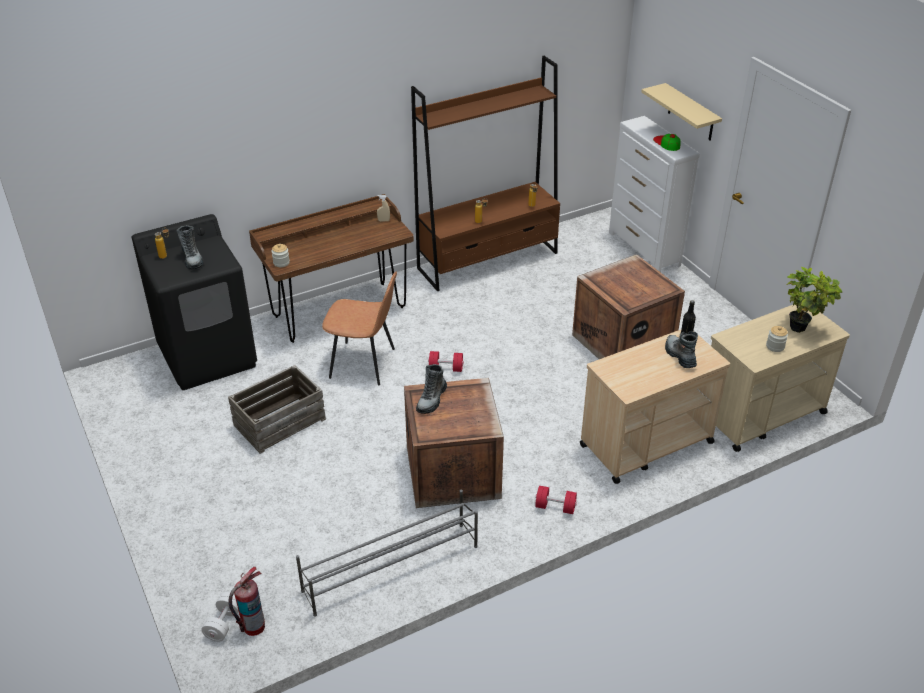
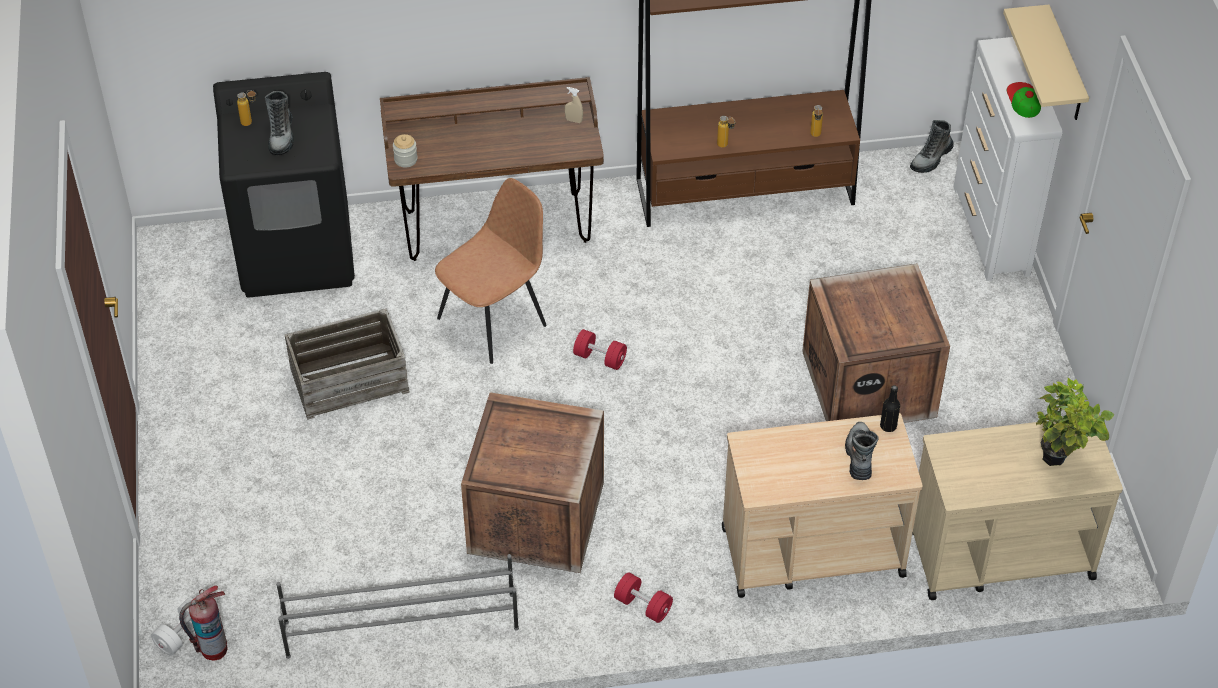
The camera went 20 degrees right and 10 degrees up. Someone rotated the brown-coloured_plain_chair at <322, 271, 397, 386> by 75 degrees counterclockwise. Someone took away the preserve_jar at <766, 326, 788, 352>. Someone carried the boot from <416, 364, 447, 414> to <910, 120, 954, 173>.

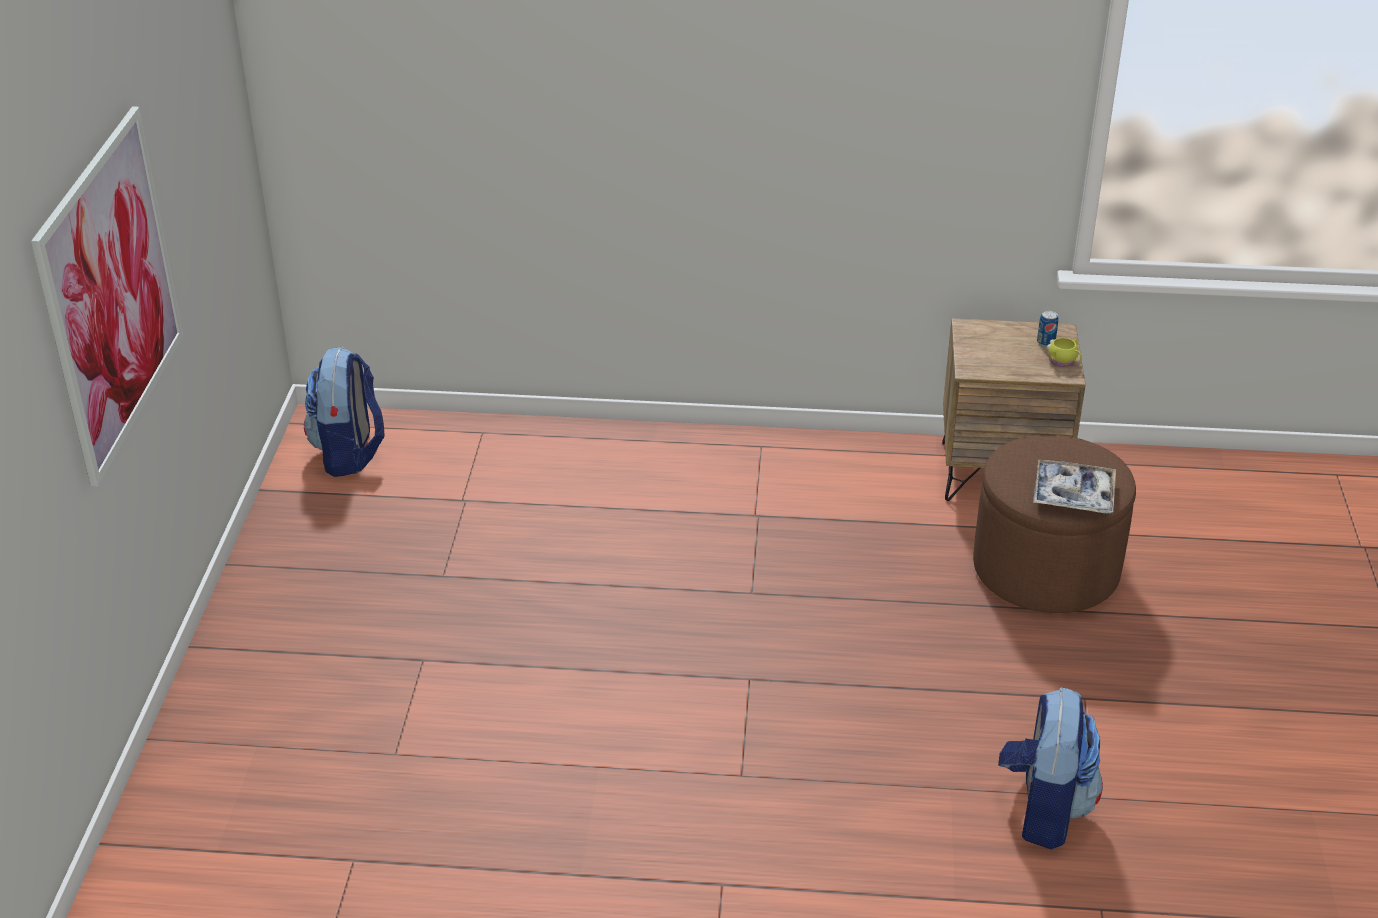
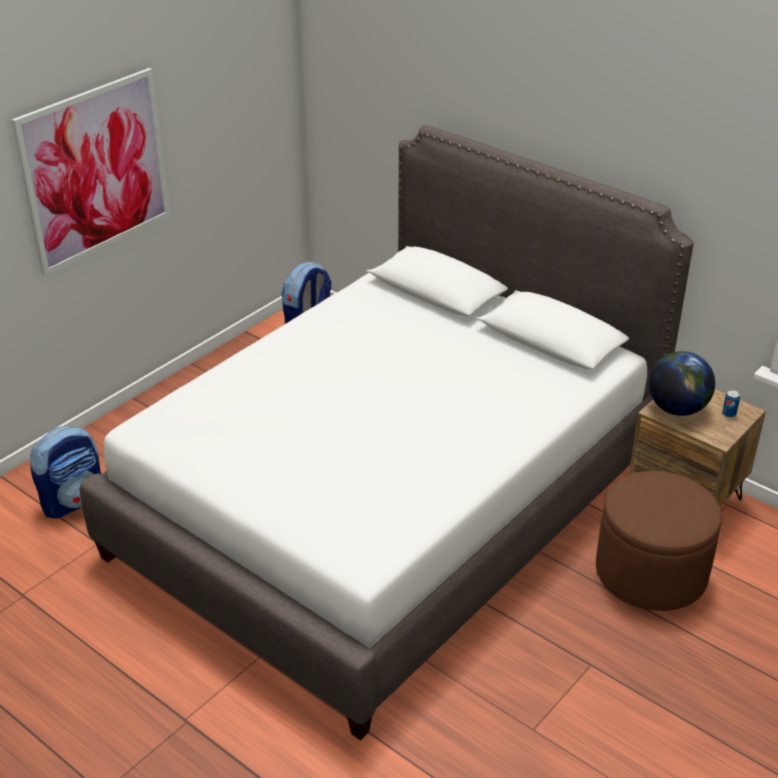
The camera went 35 degrees right and 0 degrees up. Someone took away the yellowish_coffee_mug at <1047, 338, 1082, 367>. Someone took away the serving_tray at <1033, 460, 1116, 513>. Someone carried the backpack from <998, 687, 1103, 850> to <30, 426, 101, 519>. Someone put down the white_bedroom_bed at <80, 125, 694, 740>. Someone put down the globe at <649, 351, 715, 416>.

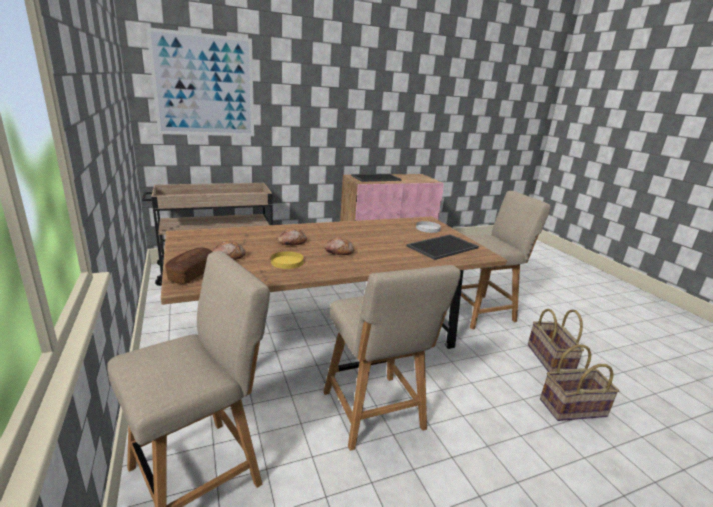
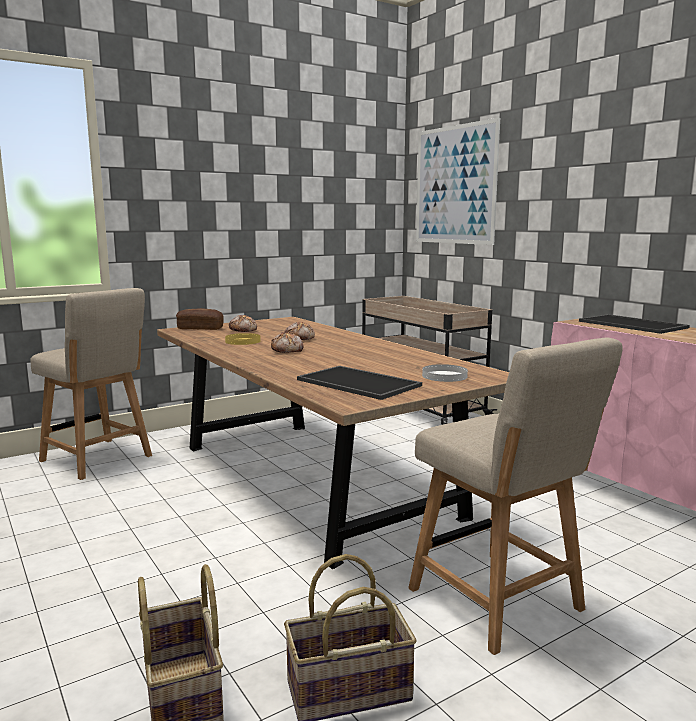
The camera went 80 degrees right and 10 degrees down. Someone took away the sand-coloured_plain_chair at <323, 265, 461, 451>.

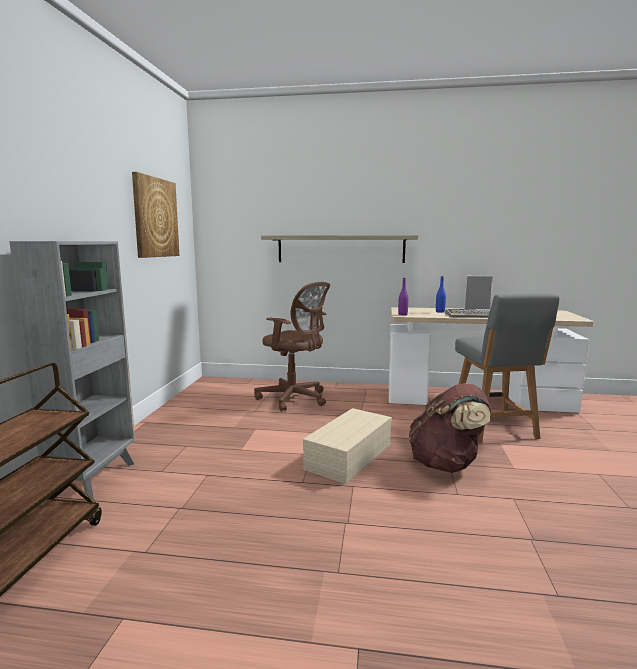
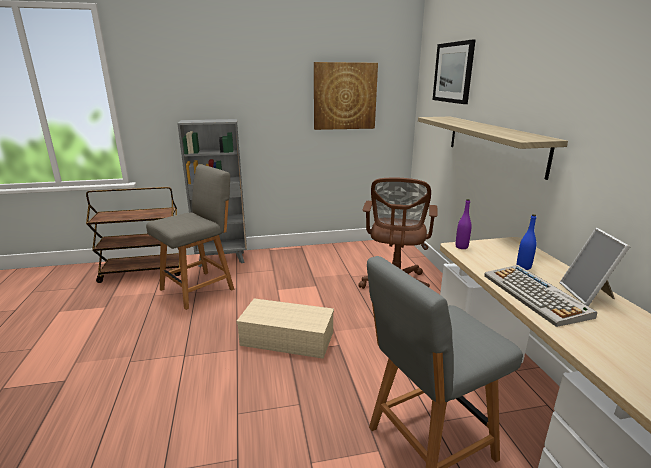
The camera went 70 degrees right and 10 degrees up. Someone took away the brown-coloured_backpack at <409, 383, 492, 473>. Someone put up the wall_picture at <433, 40, 475, 104>. Someone put down the gray_plain_chair at <146, 165, 234, 310>.

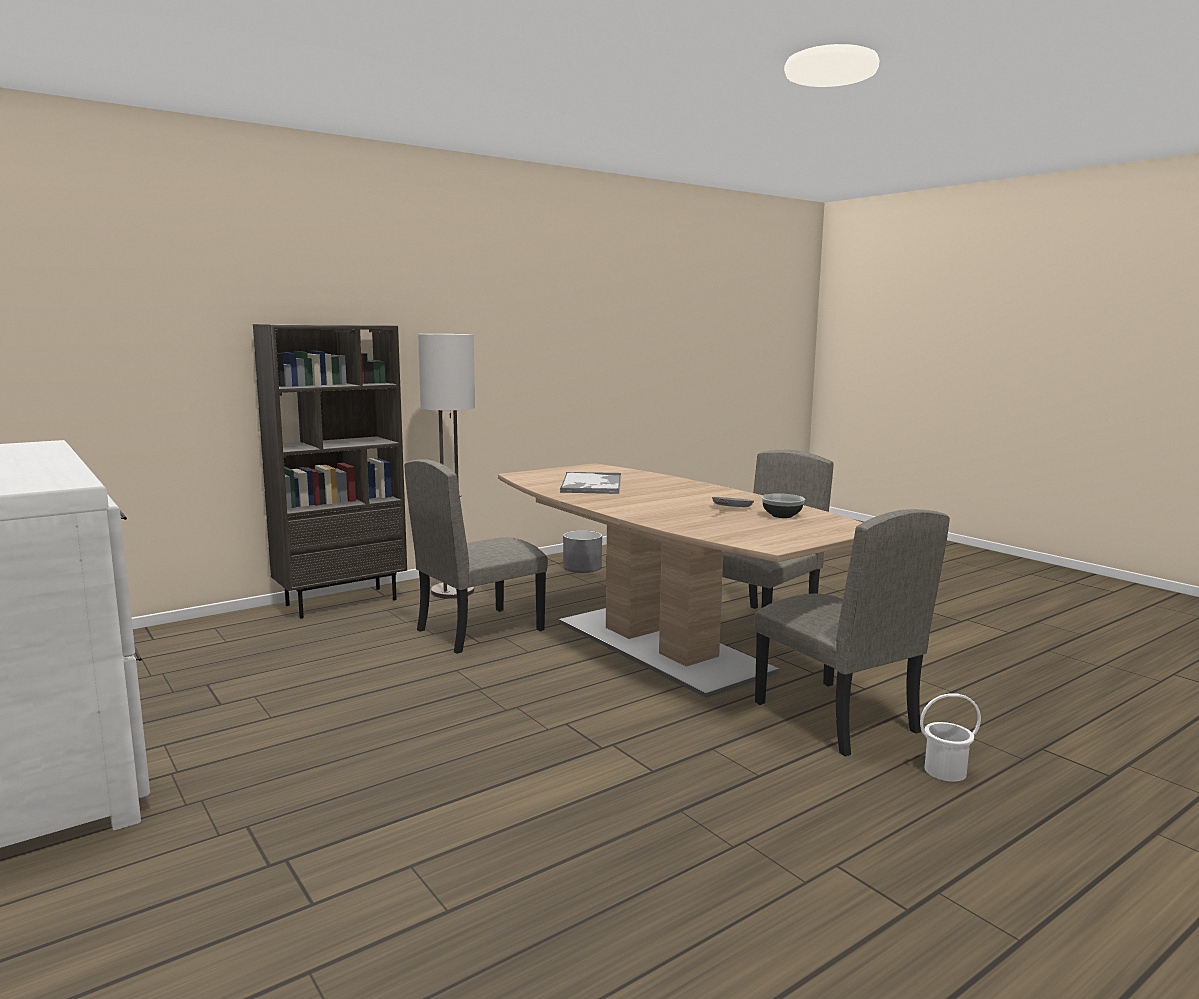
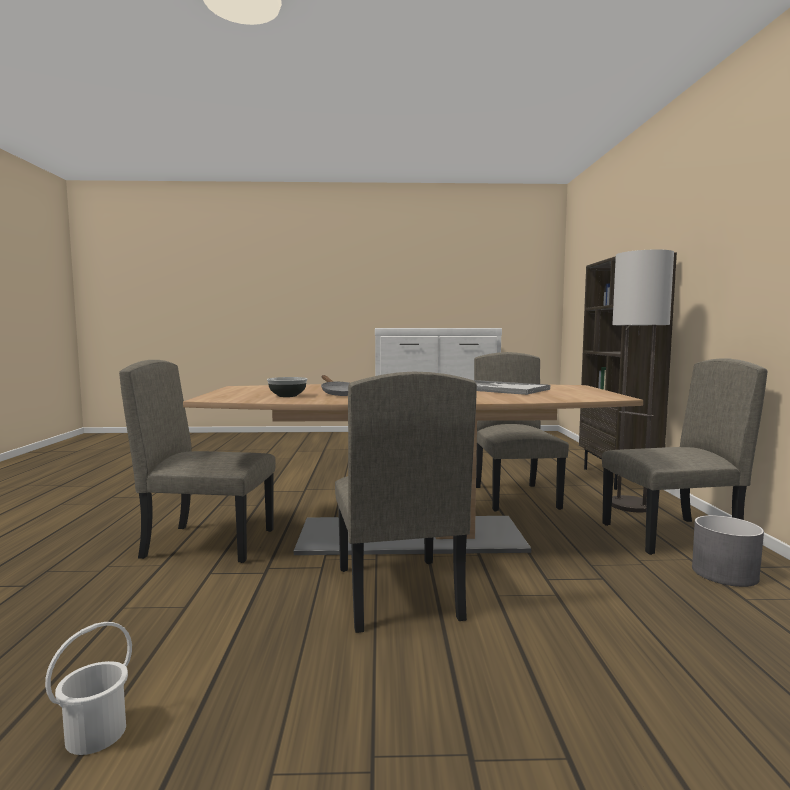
The camera went 125 degrees right and 5 degrees down. Someone carried the white_water_bucket from <920, 694, 981, 782> to <45, 622, 132, 755>. Someone put down the sand-coloured_plain_chair at <602, 358, 767, 555>.

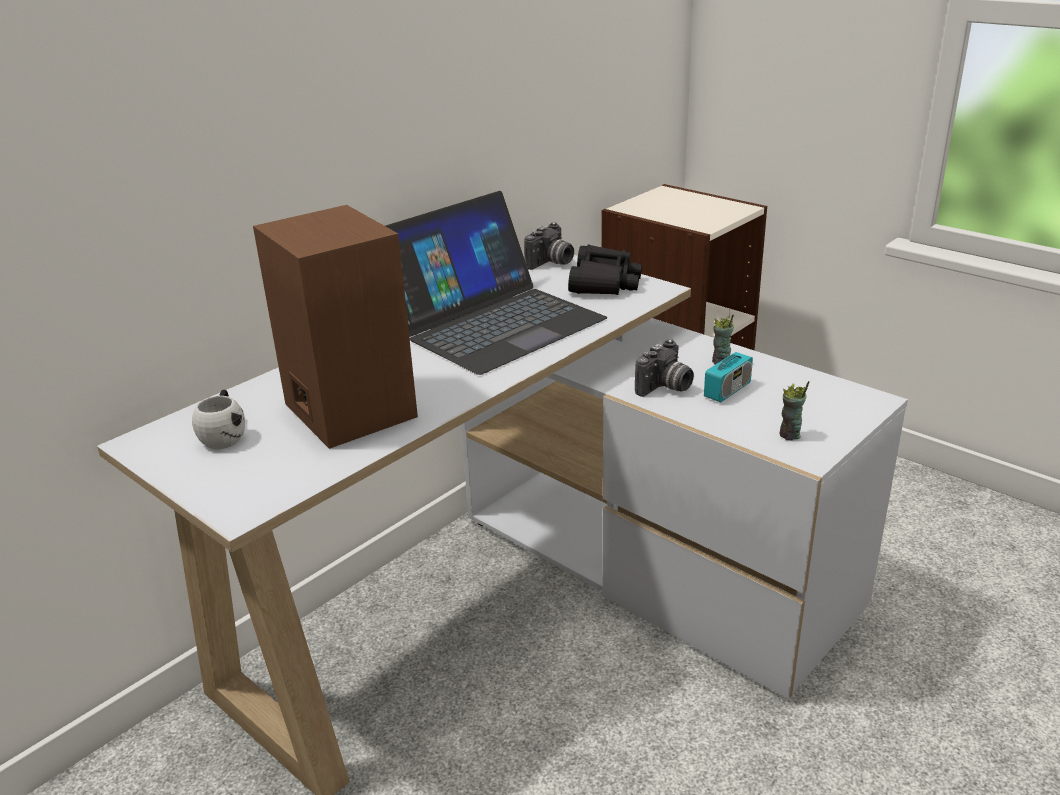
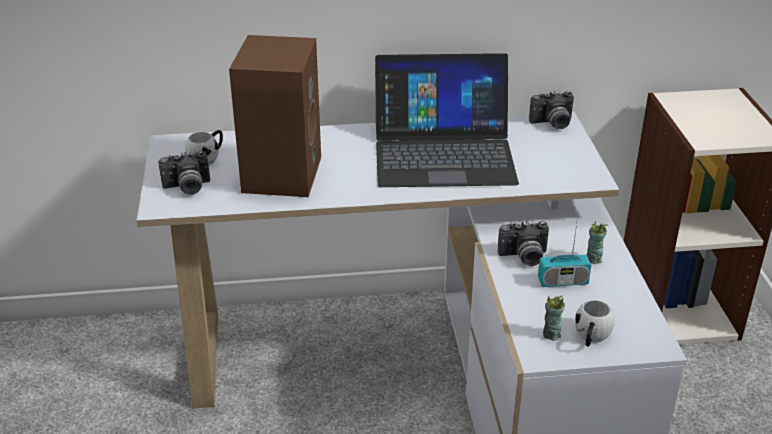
The camera went 40 degrees right and 5 degrees up. Someone took away the black-coloured_pair_of_binoculars at <568, 244, 642, 295>. Someone put down the still_camera at <158, 151, 210, 195>. Someone put down the white_coffee_mug at <575, 300, 615, 346>.

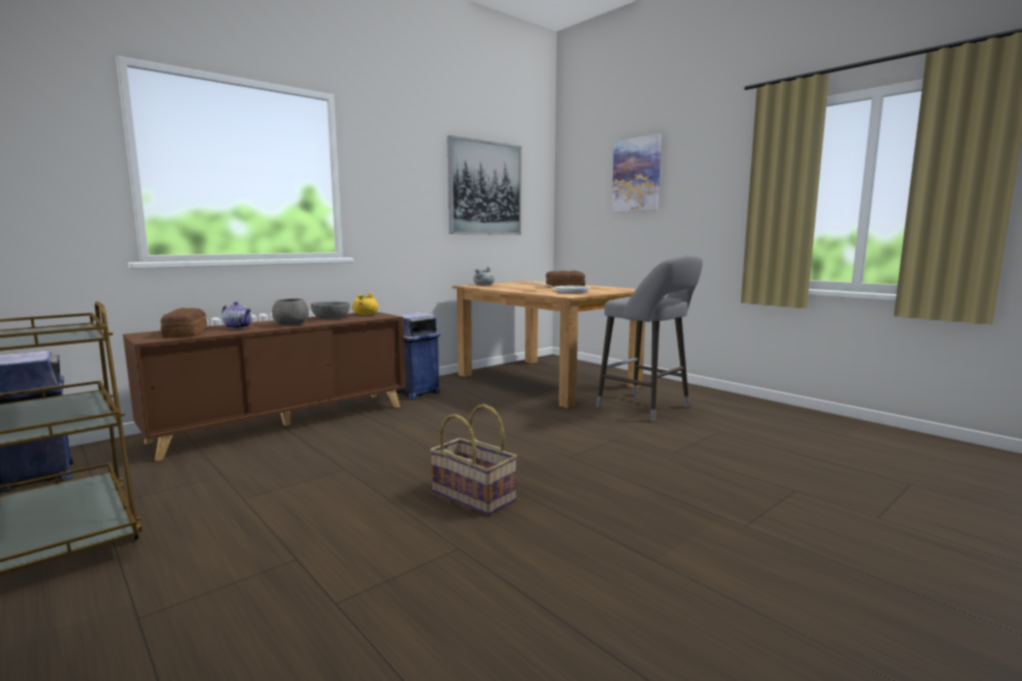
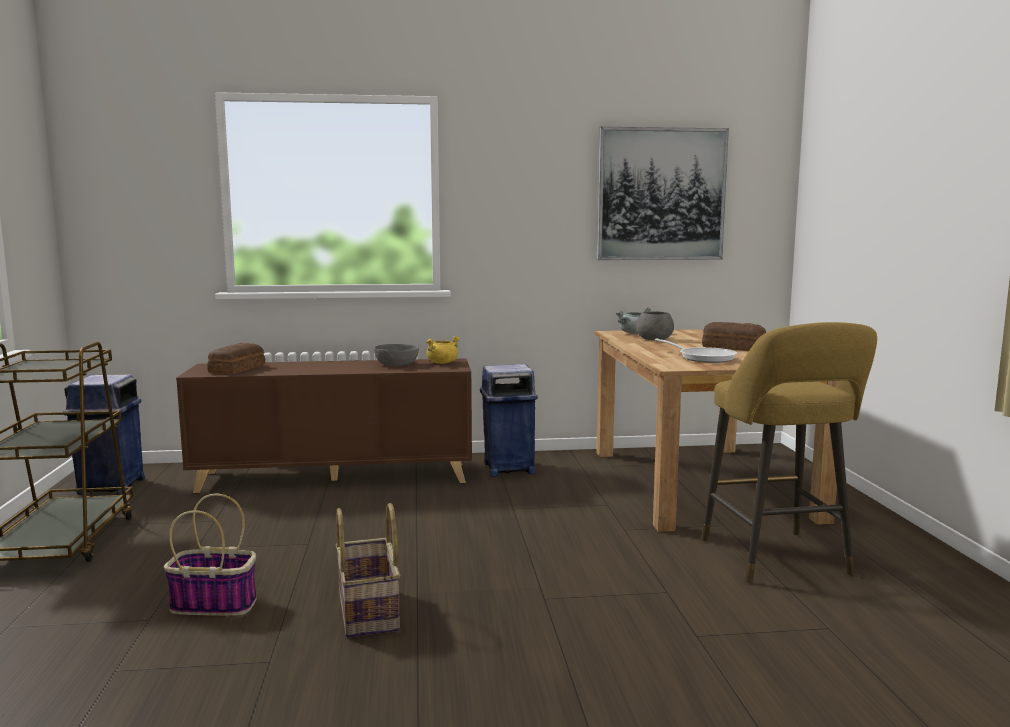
The camera went 35 degrees right and 0 degrees up. Someone took away the wall_picture at <612, 134, 662, 213>. Someone repainted the gray_sitting_stool at <596, 254, 703, 422>, which became the yellowish_sitting_stool at <702, 322, 877, 583>. Someone carried the gray_bowl from <272, 299, 309, 325> to <636, 311, 674, 340>. Someone took away the tea_pot at <222, 302, 252, 329>. Someone put down the storage_basket at <164, 494, 257, 616>.

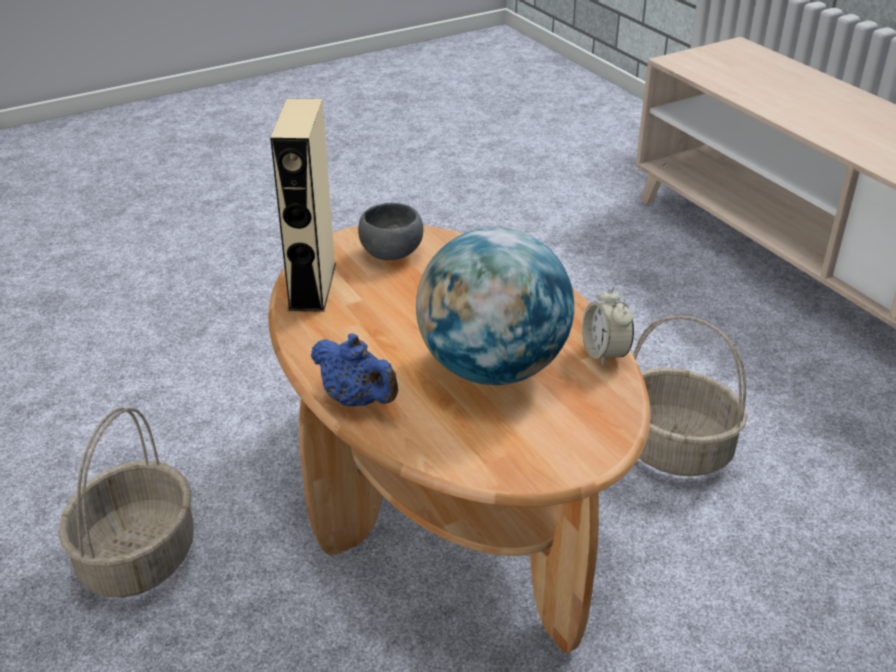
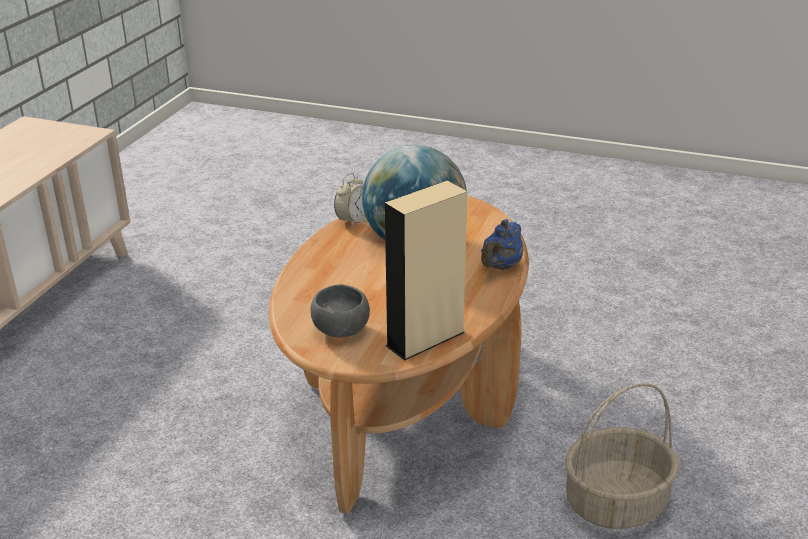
The camera went 130 degrees left and 5 degrees down. Someone took away the storage_basket at <633, 316, 747, 476>. Someone rotated the blue-coloured_tea_pot at <311, 333, 398, 406> by 150 degrees counterclockwise.

